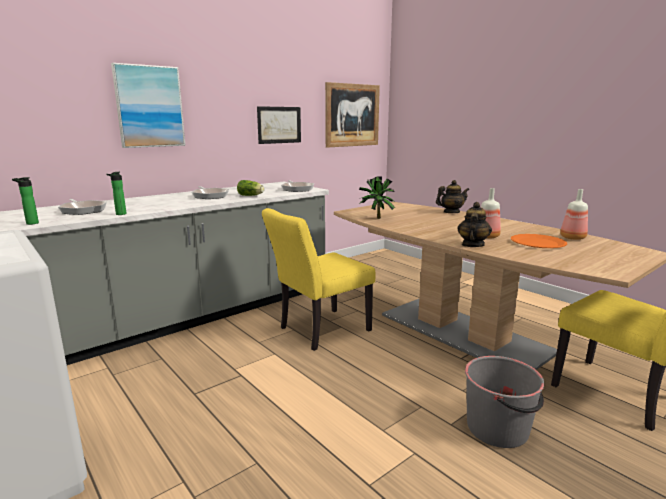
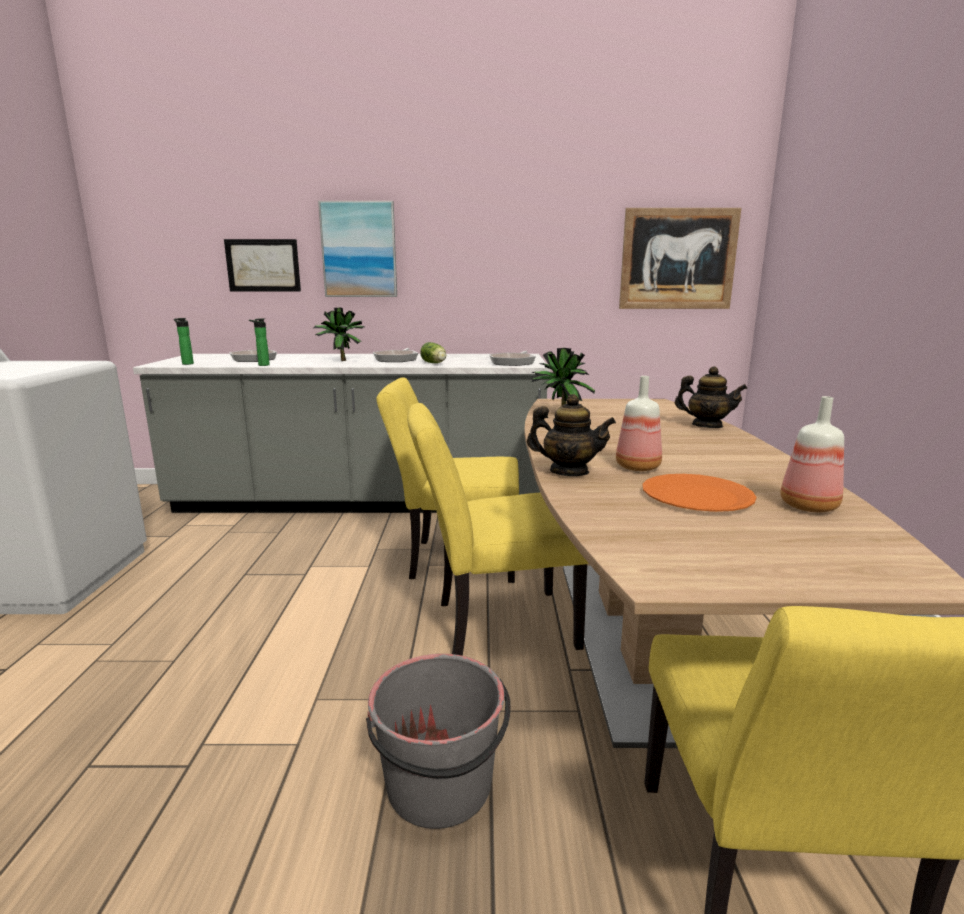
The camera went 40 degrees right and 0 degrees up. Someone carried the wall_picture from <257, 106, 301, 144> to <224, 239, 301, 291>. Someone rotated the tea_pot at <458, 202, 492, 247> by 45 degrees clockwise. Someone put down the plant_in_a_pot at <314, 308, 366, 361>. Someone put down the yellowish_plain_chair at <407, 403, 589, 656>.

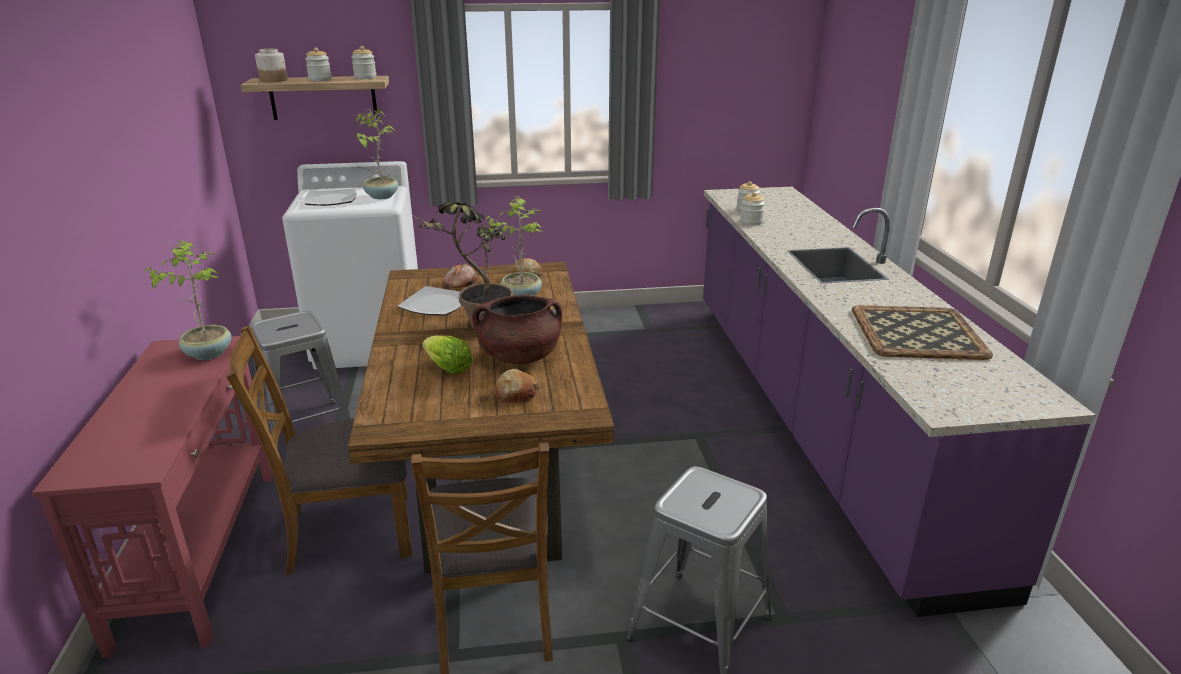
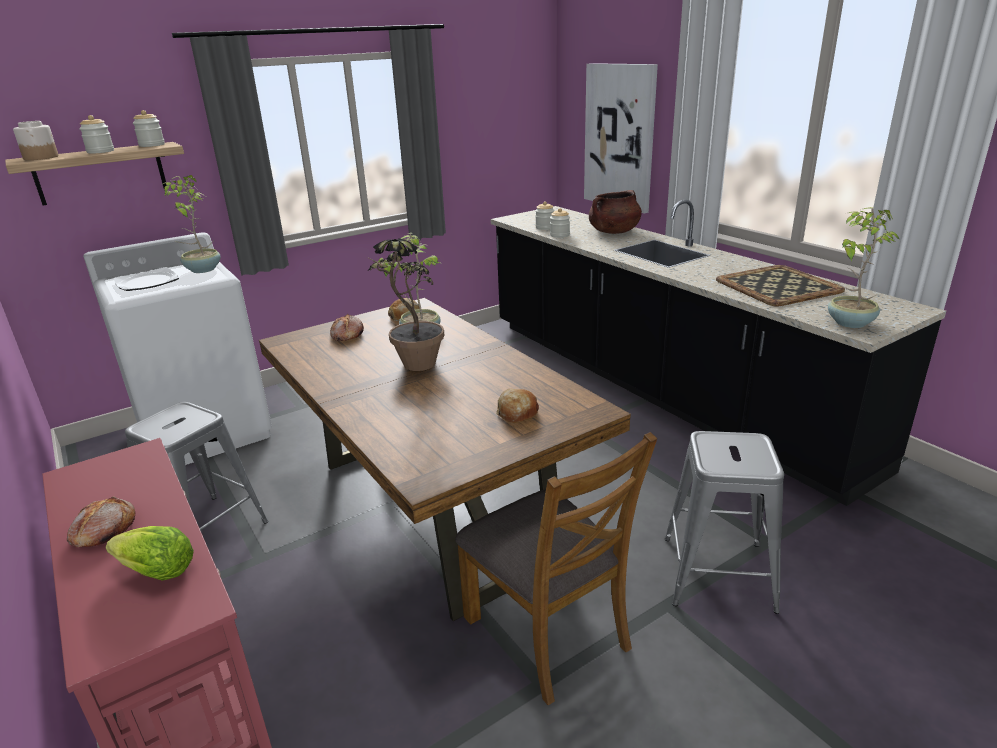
The camera went 25 degrees left and 0 degrees up. Someone repainted the purple_kitchen_counter at <703, 187, 1096, 617>, which became the black-coloured_kitchen_counter at <491, 200, 946, 506>. Someone carried the plant_in_a_pot from <143, 240, 231, 360> to <828, 207, 901, 328>. Someone took away the dinner_plate at <398, 286, 462, 316>. Someone carried the brown-coloured_cooking_pot from <472, 295, 562, 364> to <589, 190, 642, 234>. Someone took away the brown-coloured_plain_chair at <227, 325, 413, 575>. Someone carried the lettuce from <422, 335, 472, 374> to <106, 526, 194, 581>. Someone put up the wall_picture at <584, 63, 658, 214>. Someone put down the baked_bread at <67, 496, 135, 547>.

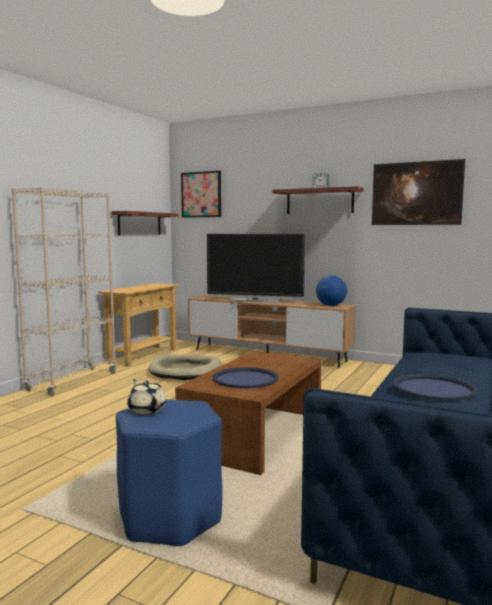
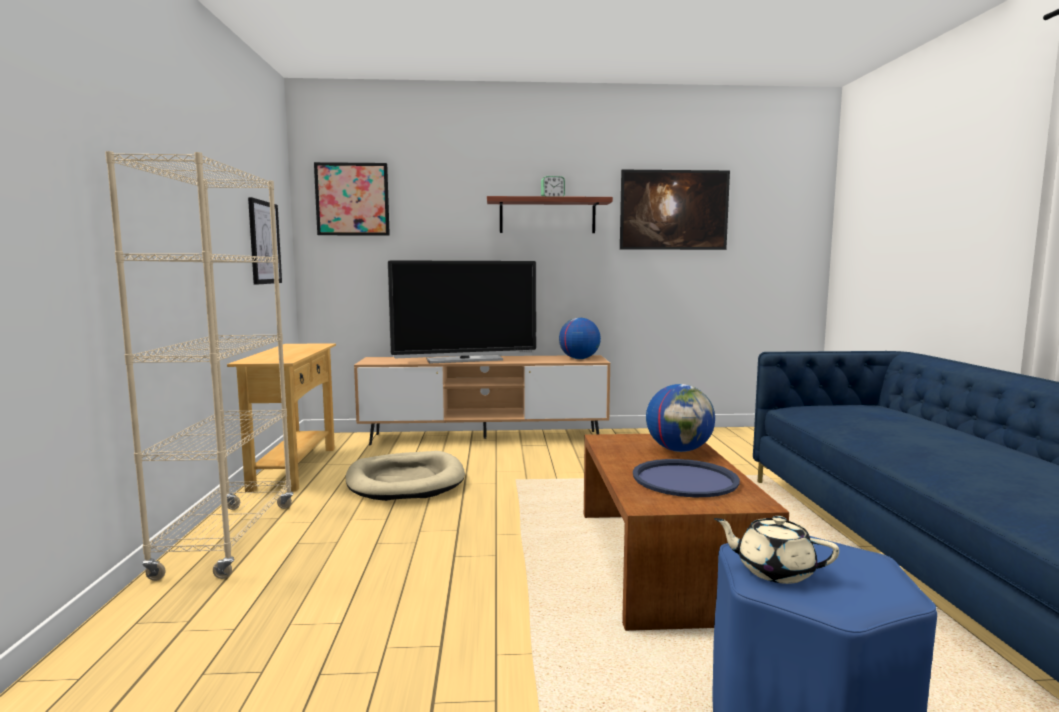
The camera went 30 degrees left and 0 degrees up. Someone swapped the bracket_shelf at <112, 211, 178, 235> for the wall_picture at <248, 197, 282, 285>. Someone took away the blue-coloured_serving_tray at <393, 374, 478, 401>. Someone put down the globe at <646, 384, 715, 452>.

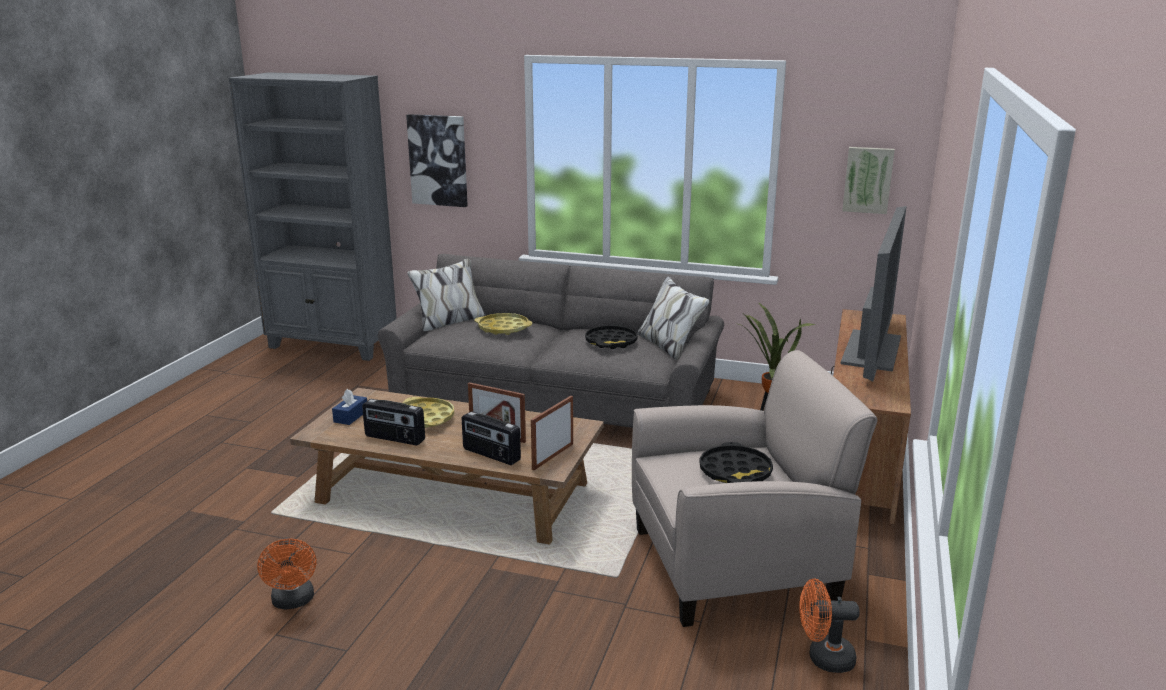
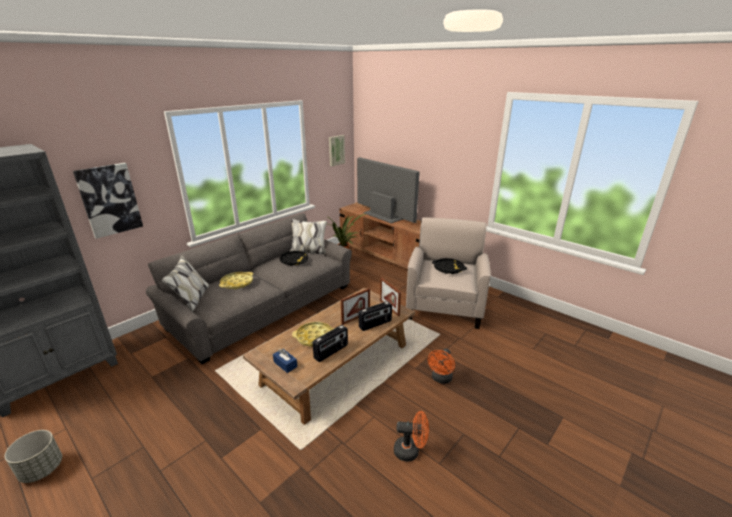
The camera went 65 degrees left and 5 degrees up. Someone carried the orange-coloured_electric_fan from <800, 579, 859, 673> to <428, 348, 455, 384>. Someone put down the gray_plant_pot at <5, 430, 62, 483>.

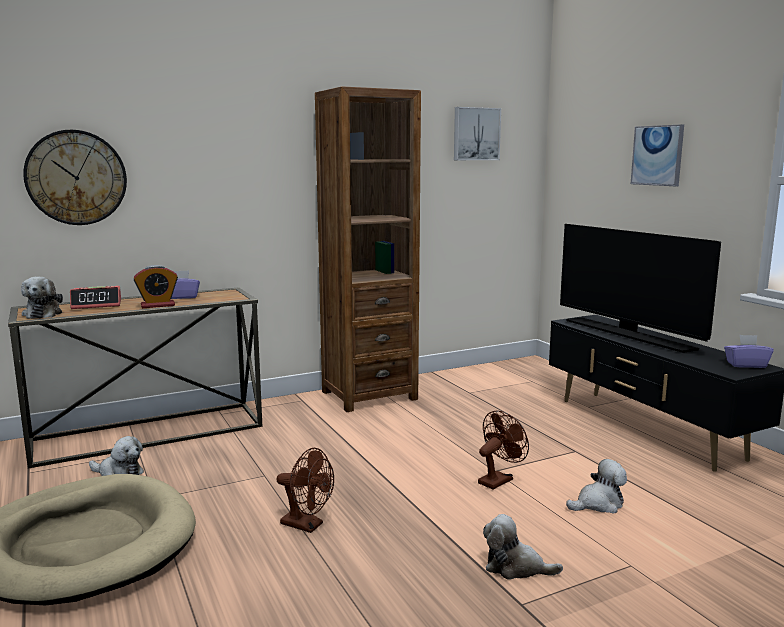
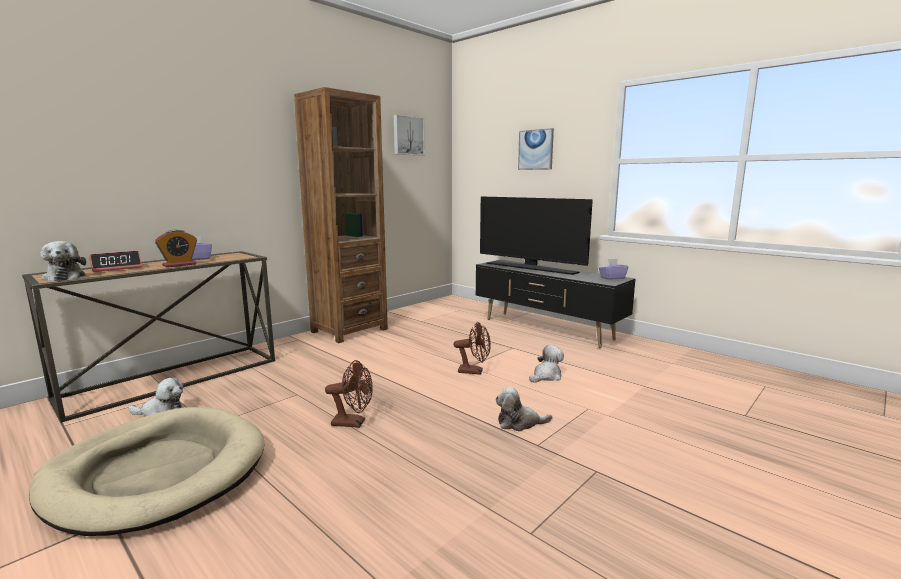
The camera went 20 degrees left and 0 degrees up. Someone took away the hanging_clock at <23, 130, 127, 225>. Someone rotated the brown-coloured_electric_fan at <478, 411, 529, 489> by 75 degrees clockwise.

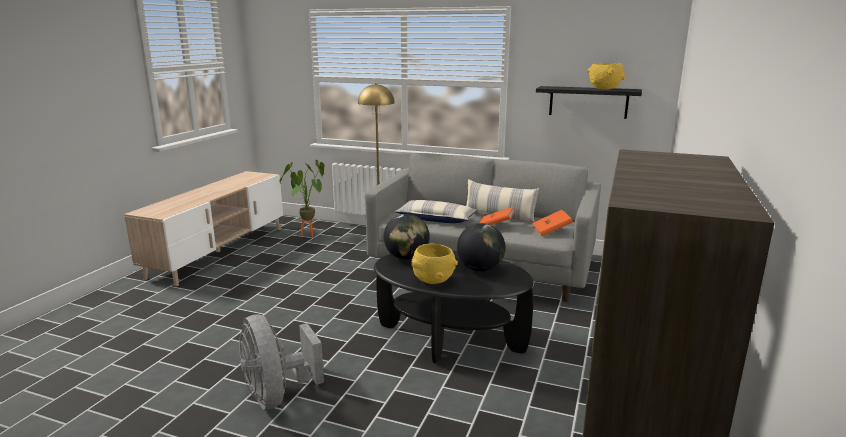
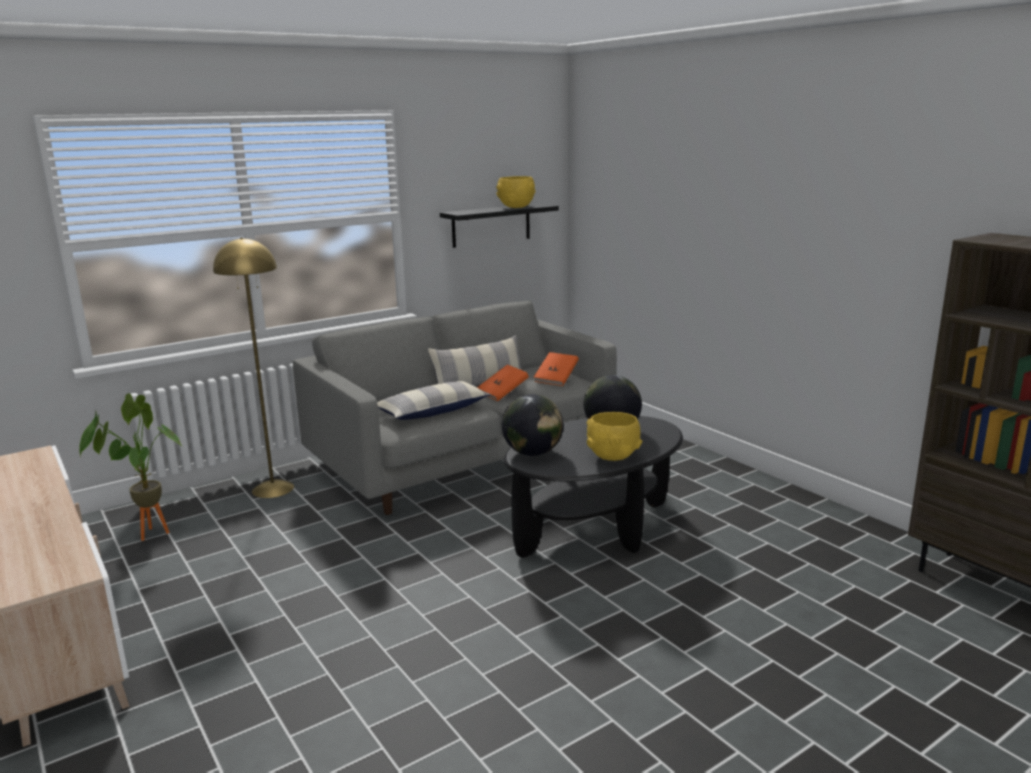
The camera went 55 degrees left and 0 degrees up. Someone took away the gray_electric_fan at <239, 314, 324, 409>.

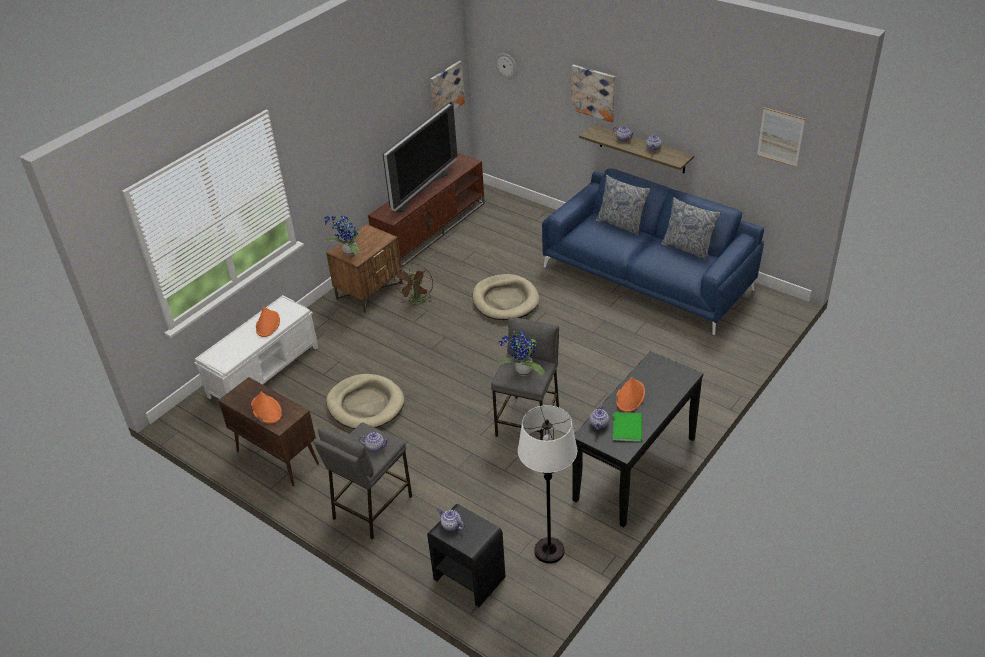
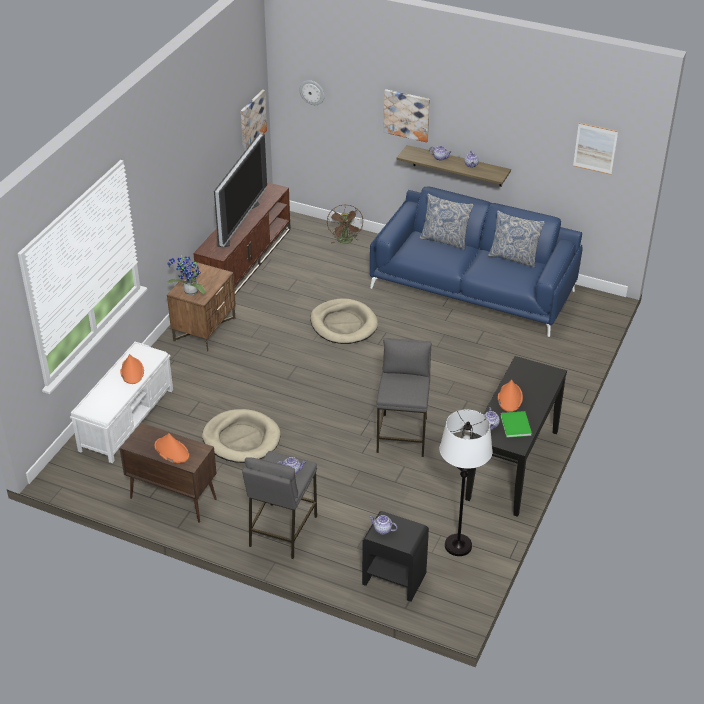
The camera went 15 degrees left and 0 degrees up. Someone carried the brown-coloured_electric_fan from <393, 263, 433, 305> to <327, 205, 363, 244>. Someone took away the plant_in_a_pot at <498, 331, 545, 376>.

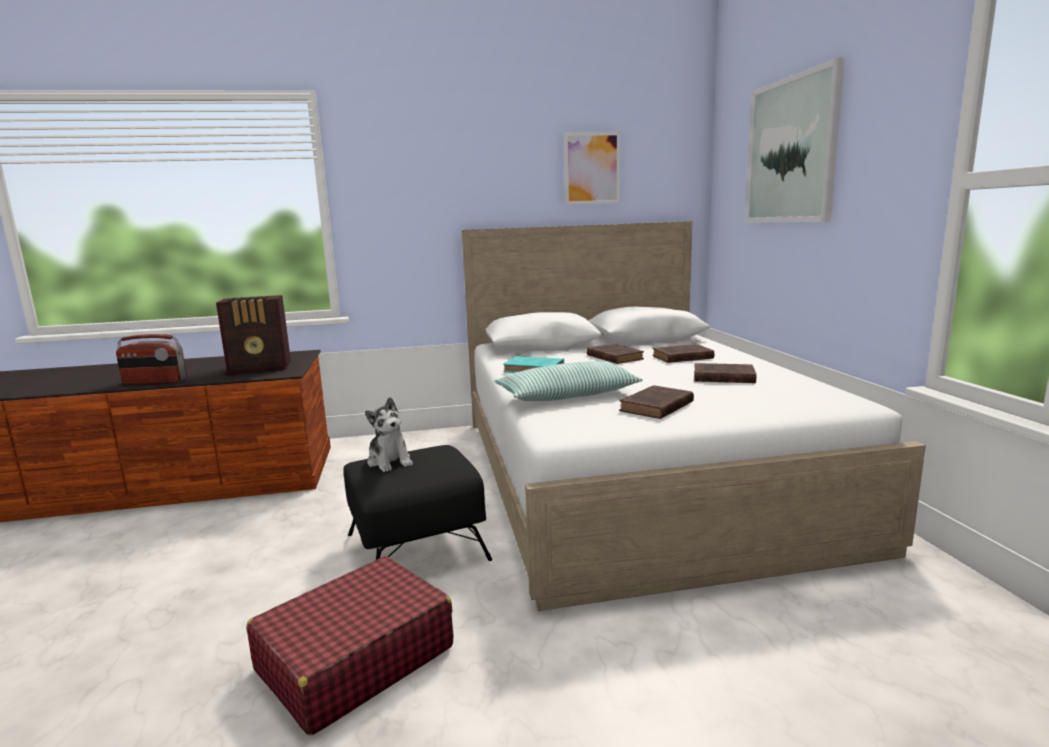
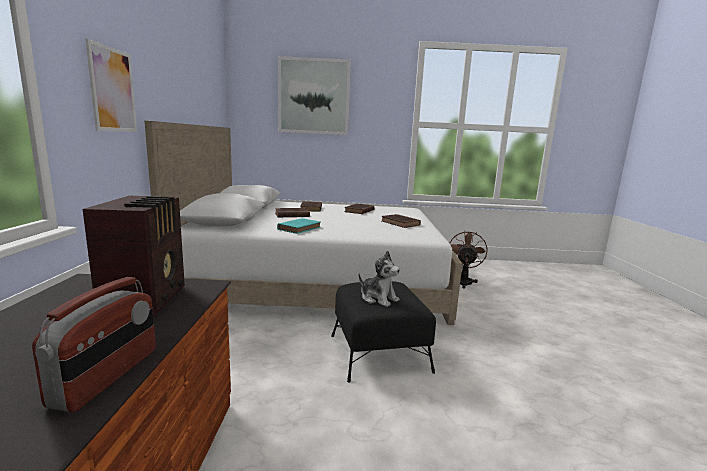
The camera went 80 degrees left and 0 degrees up. Someone carried the wall_picture from <564, 132, 620, 205> to <85, 39, 137, 132>. Someone took away the cushion at <495, 361, 643, 401>. Someone rotated the cuddly_toy at <365, 397, 413, 472> by 60 degrees clockwise. Someone took away the red_suitcase at <246, 556, 453, 735>. Someone put down the brown-coloured_electric_fan at <450, 231, 487, 289>.

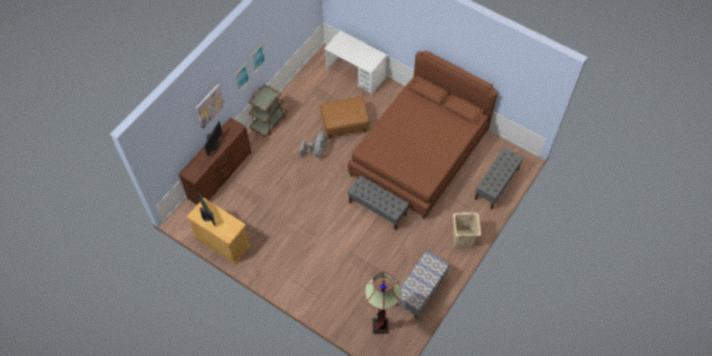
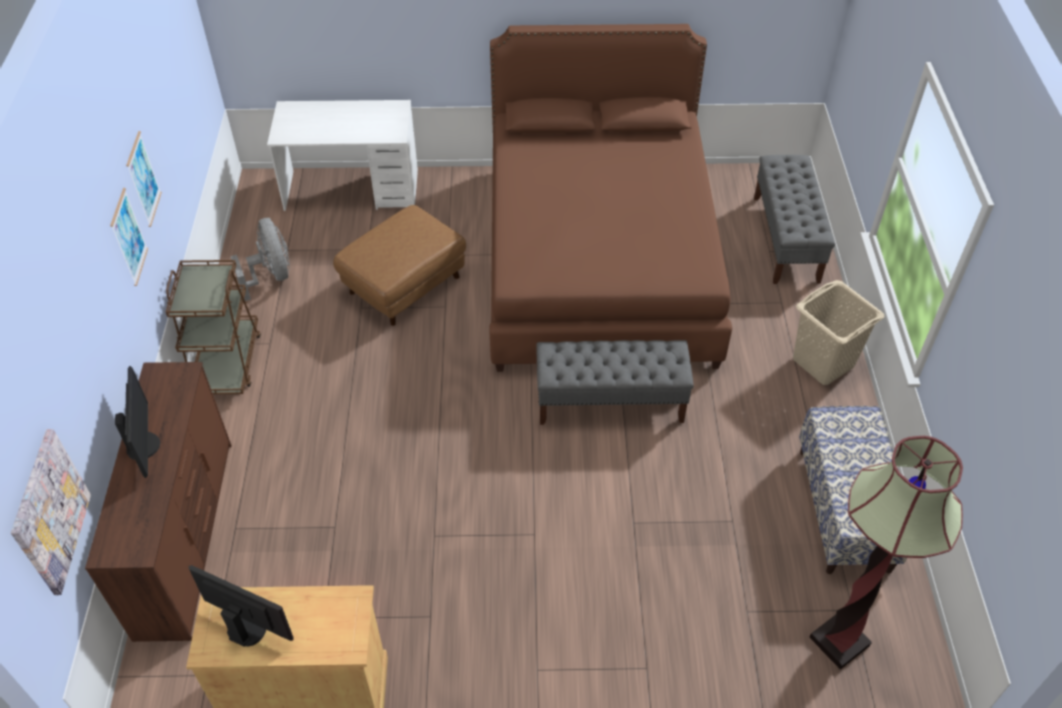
The camera went 35 degrees left and 10 degrees down. Someone carried the wall_picture from <196, 84, 225, 129> to <11, 429, 91, 595>. Someone carried the gray_electric_fan from <300, 131, 326, 158> to <231, 218, 290, 301>.

